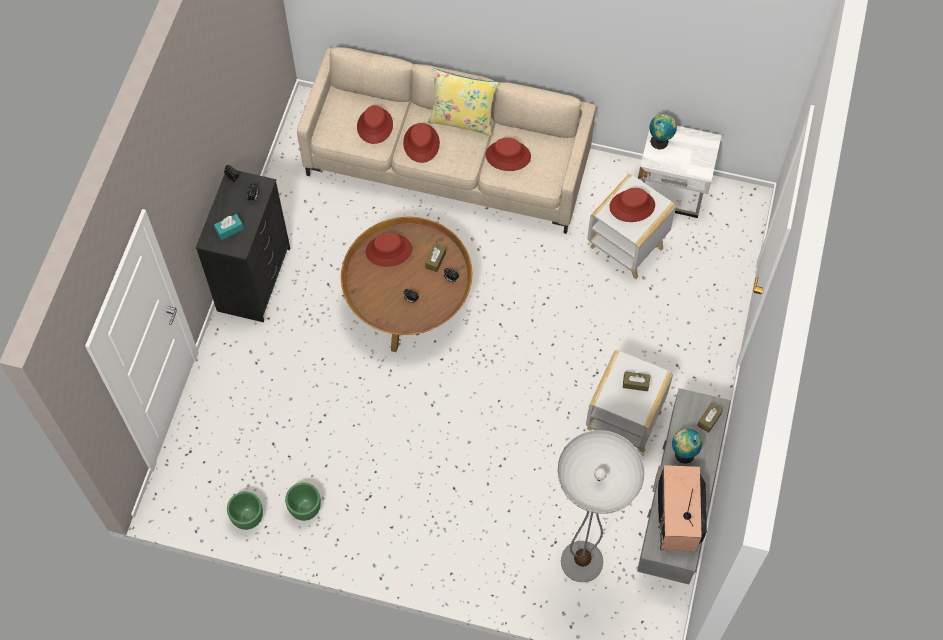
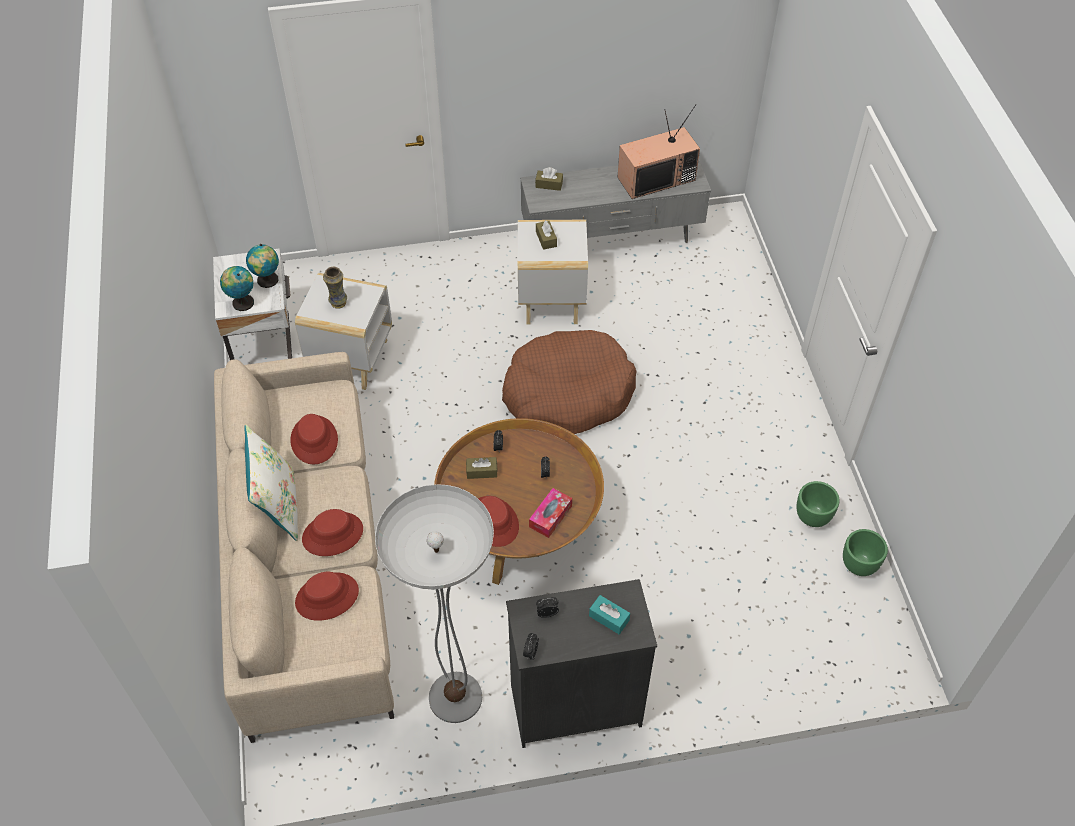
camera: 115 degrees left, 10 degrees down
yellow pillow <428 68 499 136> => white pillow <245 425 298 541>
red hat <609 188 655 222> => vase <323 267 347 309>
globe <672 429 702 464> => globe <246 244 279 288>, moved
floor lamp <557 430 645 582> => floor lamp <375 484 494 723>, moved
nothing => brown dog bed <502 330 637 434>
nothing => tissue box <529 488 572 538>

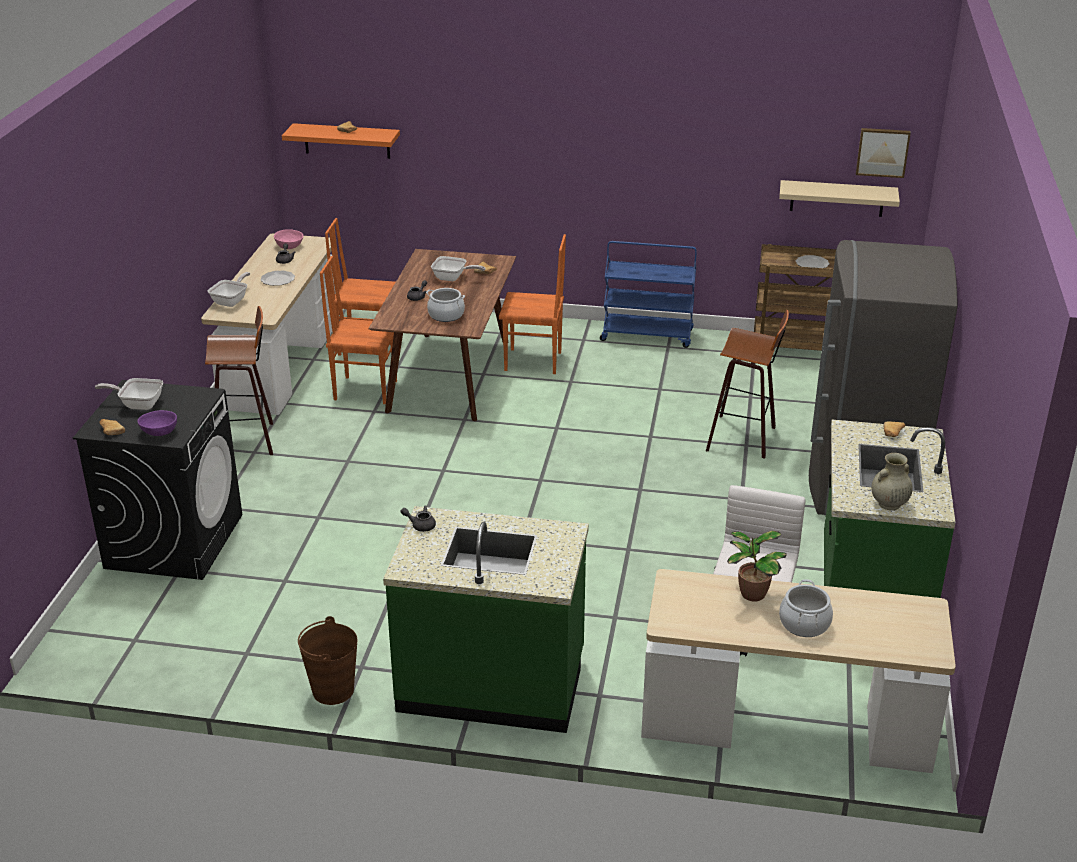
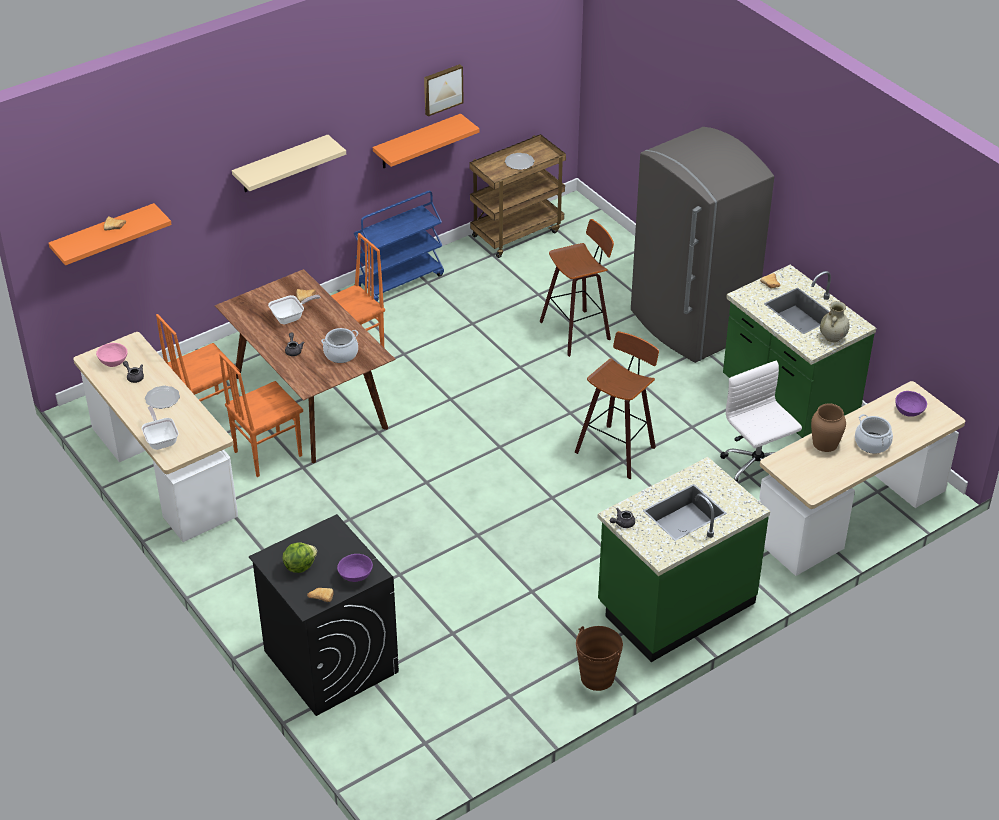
camera: 45 degrees left, 10 degrees up
picture <856 128 911 178> => picture <424 64 464 116>, moved
beige shelf <779 180 900 217> => beige shelf <232 134 346 192>, moved
stool <205 306 273 455> => stool <575 331 659 479>, moved
frying pan <95 378 163 410> => lettuce <283 542 317 573>
potted plant <727 531 787 601> => brown vase <811 403 846 452>
nothing => orange shelf <373 114 480 168>
nothing => purple bowl <895 391 927 417>

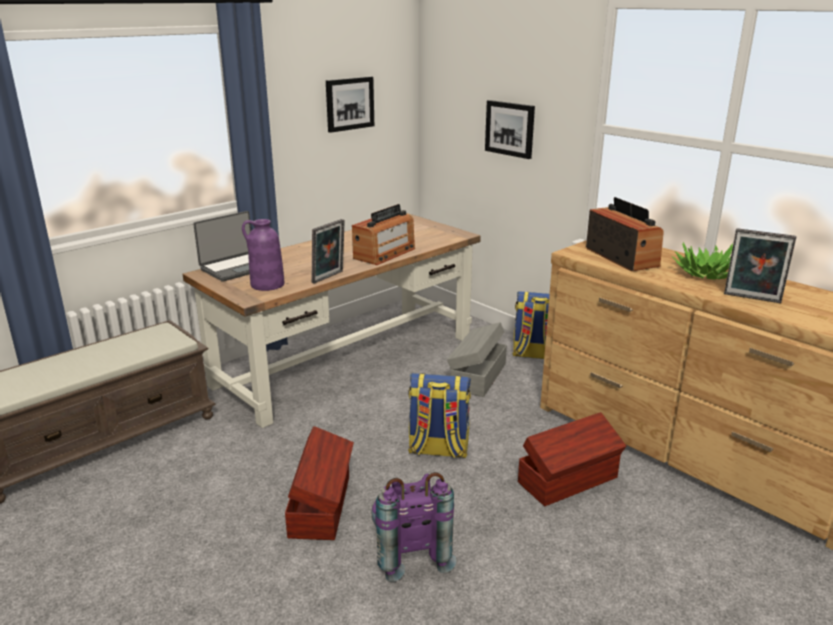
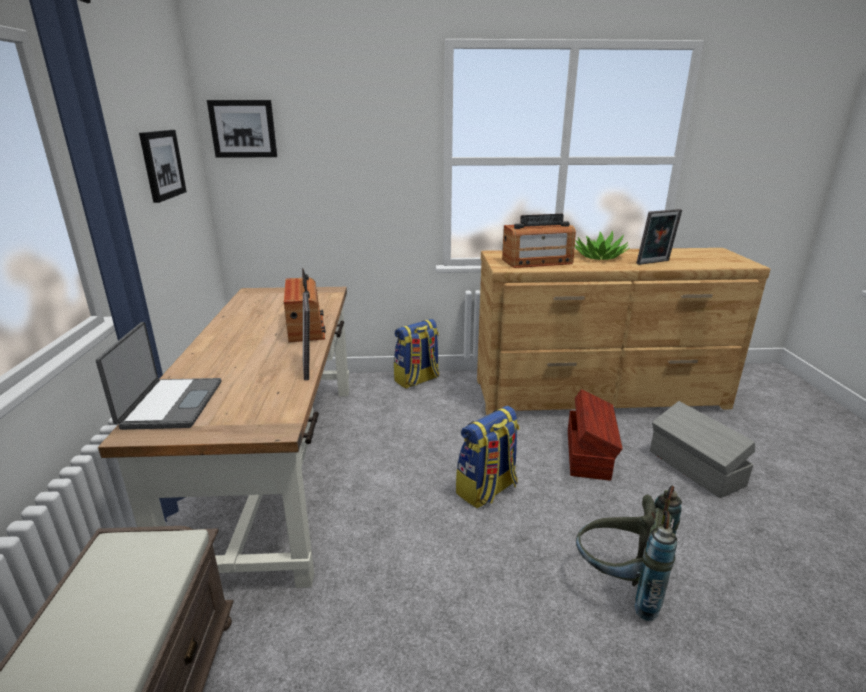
camera: 50 degrees left, 0 degrees up
picture <485 100 535 159> => picture <207 100 277 158>, moved
radio <586 197 664 272> => radio <502 214 576 268>, 150 degrees clockwise
purple vase <242 219 285 291> => nothing
grey storage box <447 322 507 397> => grey storage box <650 401 755 498>, moved
brown storage box <285 426 354 540> => nothing
purple backpack <371 472 457 582> => grey backpack <576 485 682 621>

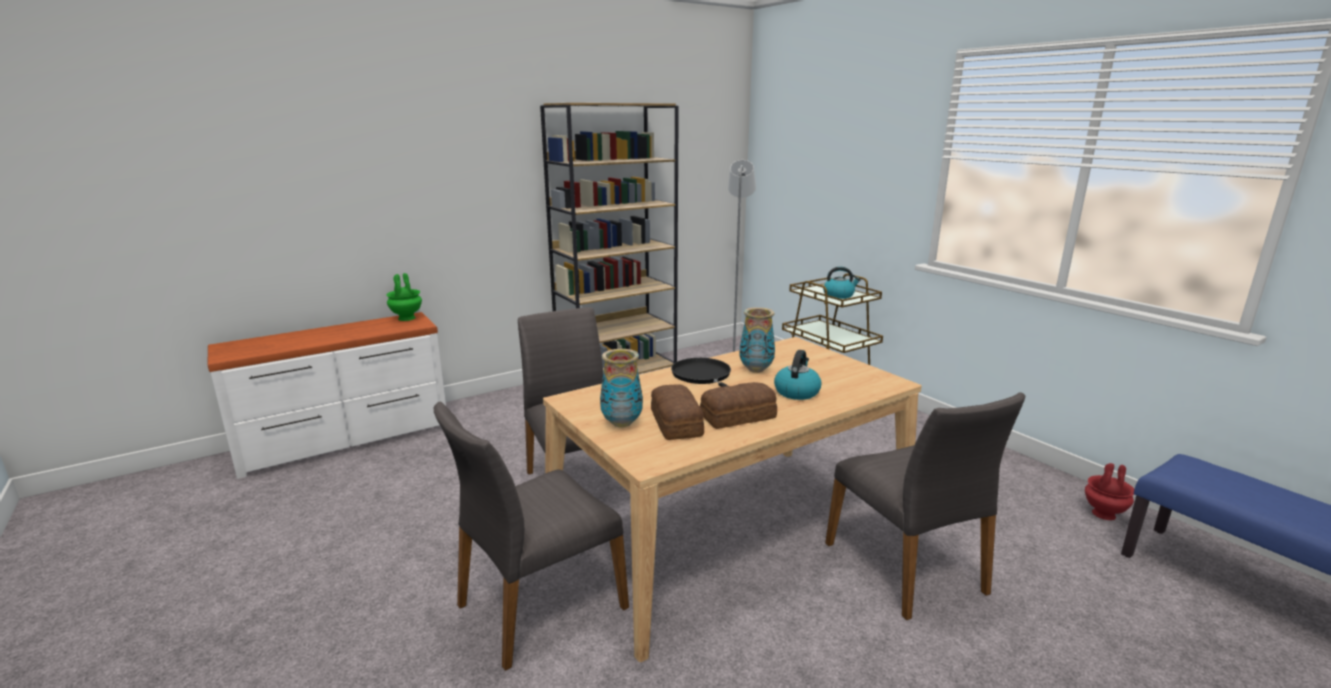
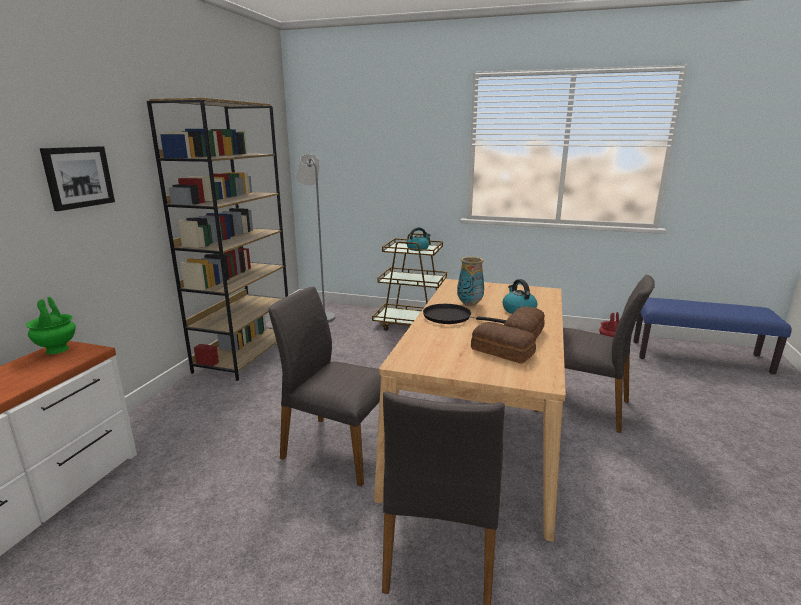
camera: 40 degrees left, 0 degrees up
vase <600 349 643 428> => nothing
nothing => picture <40 146 115 211>

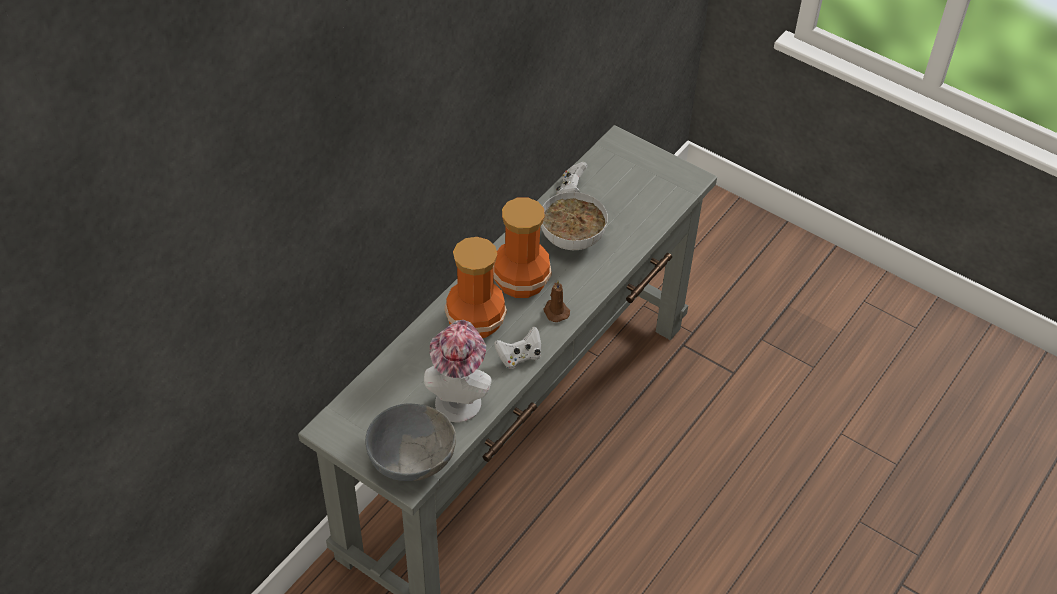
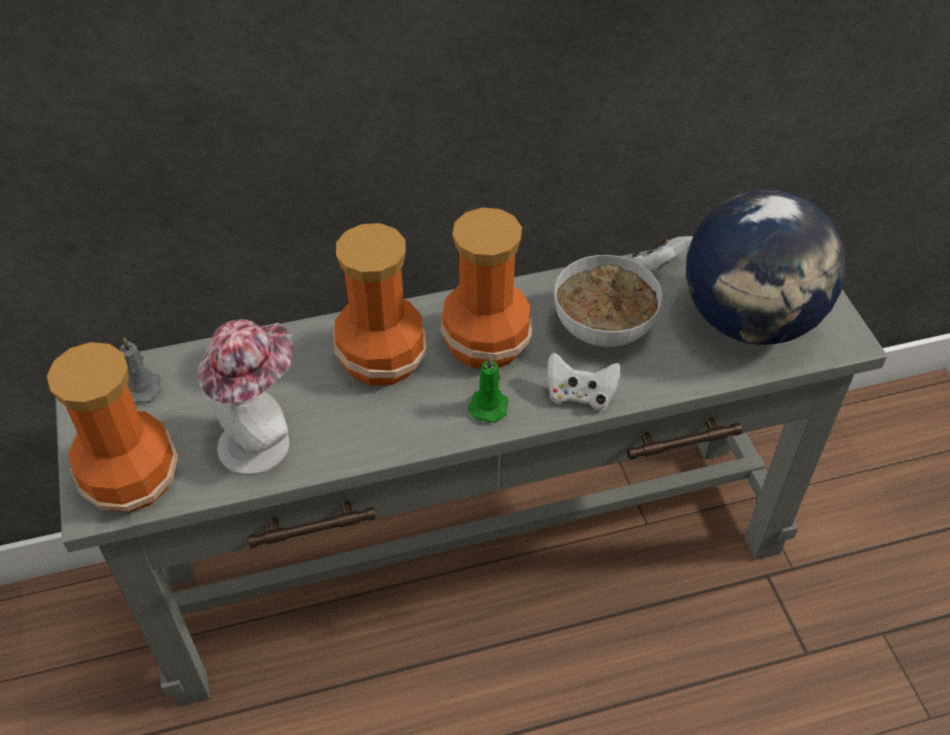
camera: 40 degrees right, 0 degrees up
brown candle <543 280 570 322> => green candle <468 355 508 422>
white game controller <494 326 541 369> => white game controller <547 352 621 410>, moved
grey bowl <365 403 456 481> => vase <47 342 178 512>
nothing => globe <686 189 846 345>
nothing => grey candle <120 337 161 403>

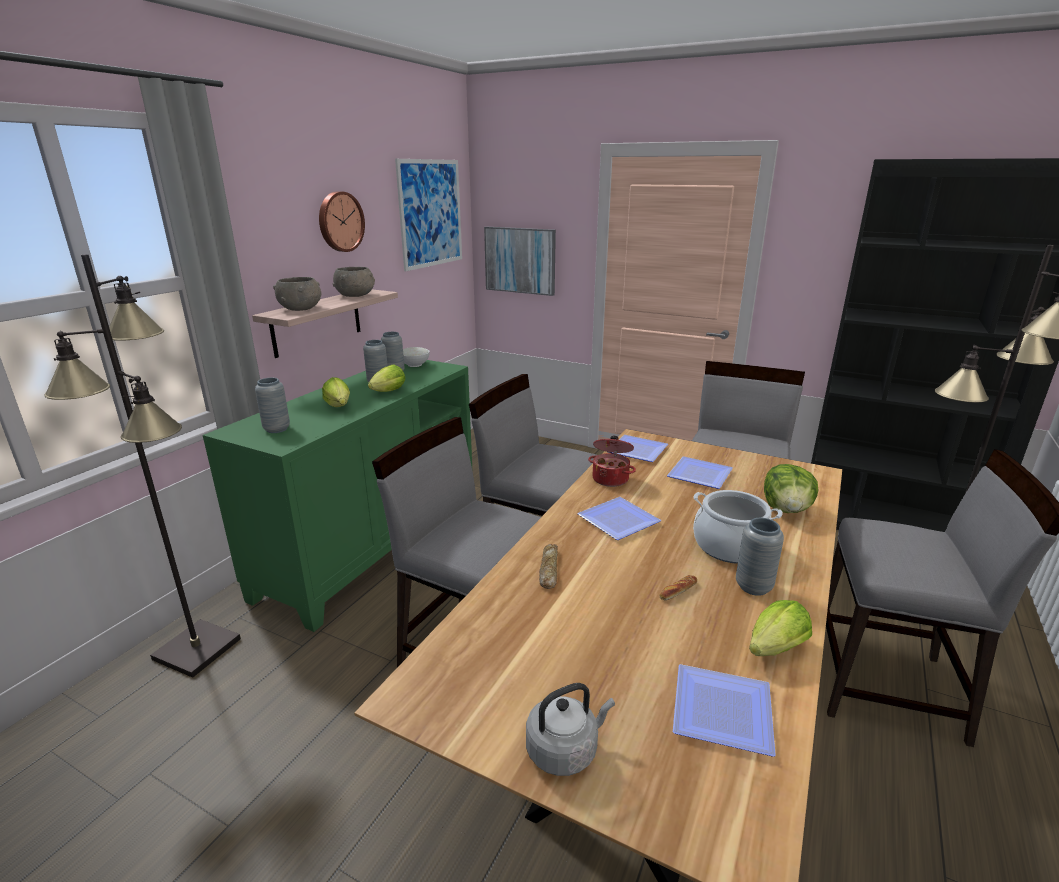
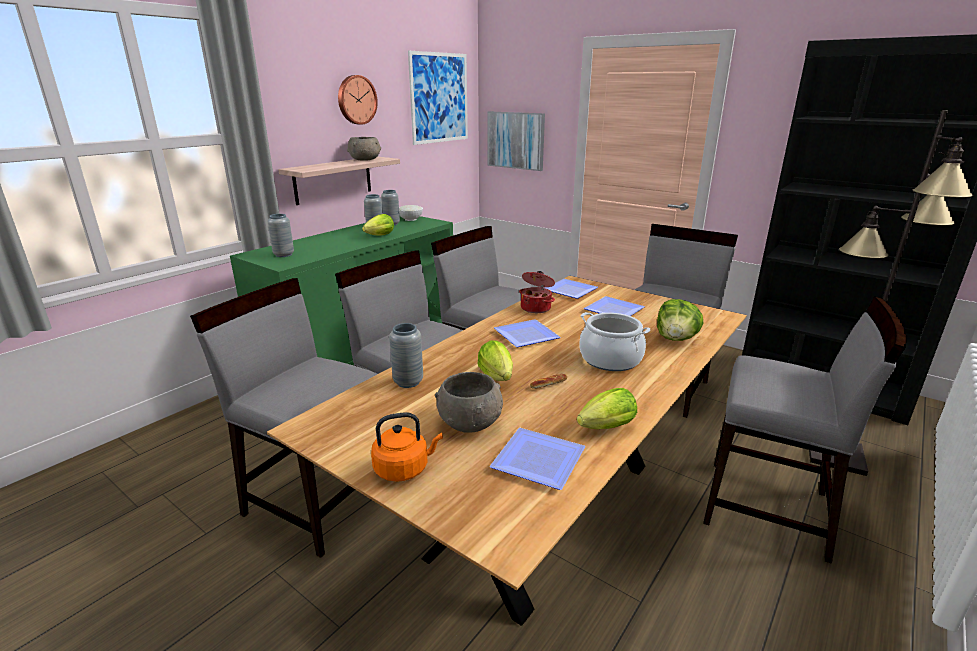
camera: 10 degrees right, 0 degrees up
black floor lamp <44 254 241 678> => nothing
grey bowl <273 277 321 311> => grey bowl <435 372 503 433>, moved
lettuce <322 377 350 407> => lettuce <477 340 513 381>, moved
grey vase <736 518 784 596> => grey vase <389 323 423 388>, moved
bread <539 544 558 589> => nothing
grey kettle <526 683 615 776> => orange kettle <371 412 443 482>
nothing => grey chair <190 278 377 558>

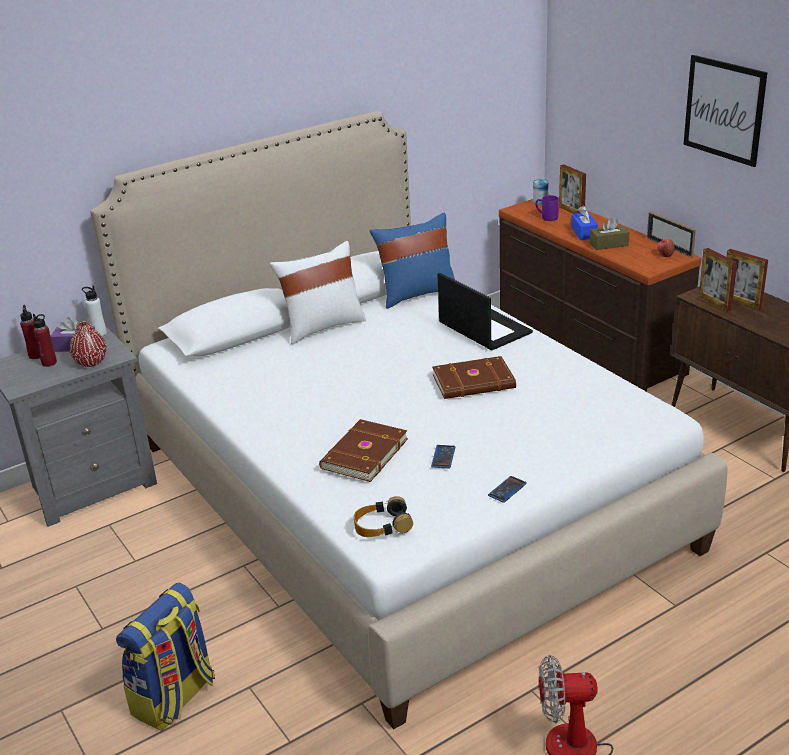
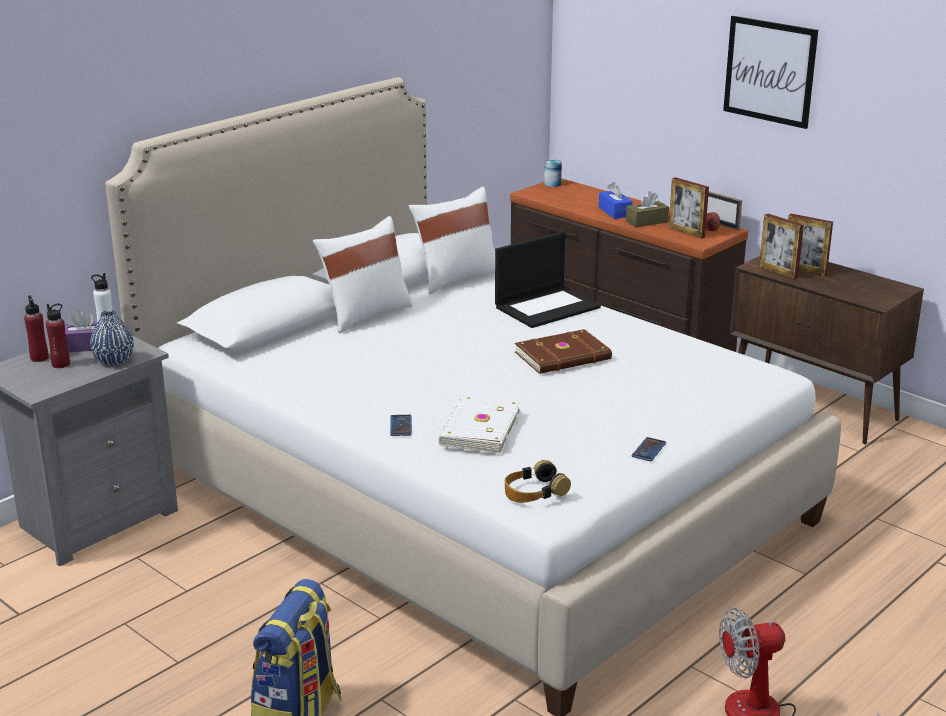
camera: 15 degrees left, 5 degrees down
picture frame <559 164 586 214> => picture frame <669 177 709 239>, moved
purple mug <536 195 559 221> => nothing
blue pillow <369 213 455 309> => white pillow <409 187 495 294>
laptop <437 273 533 350> => laptop <495 232 601 328>, 105 degrees clockwise
red vase <70 321 107 367> => blue vase <90 310 134 366>
brown book <319 419 408 482> => white book <438 395 521 453>
phone <431 445 455 469> => phone <390 415 412 436>, moved

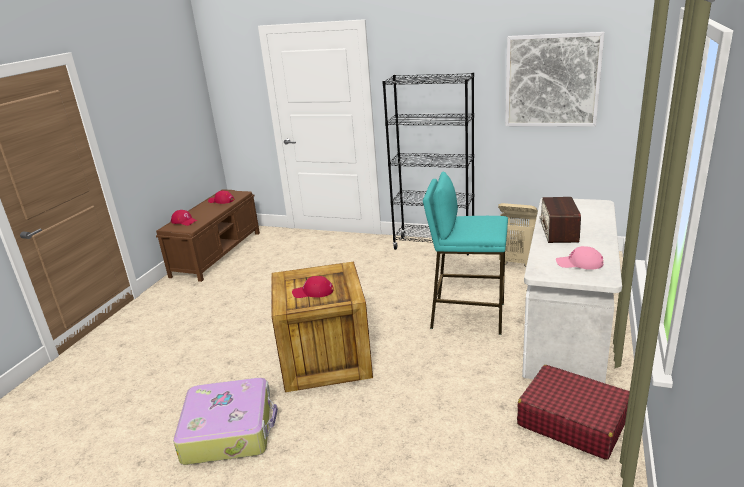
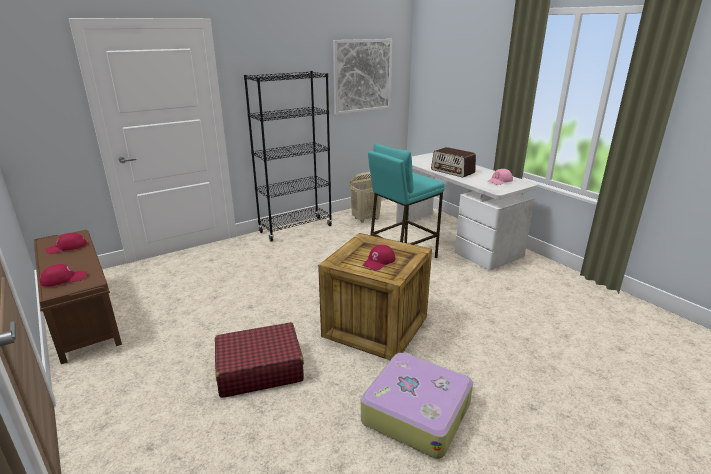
camera: 55 degrees left, 0 degrees up
red suitcase <517 365 630 460> => red suitcase <215 322 304 398>, moved

